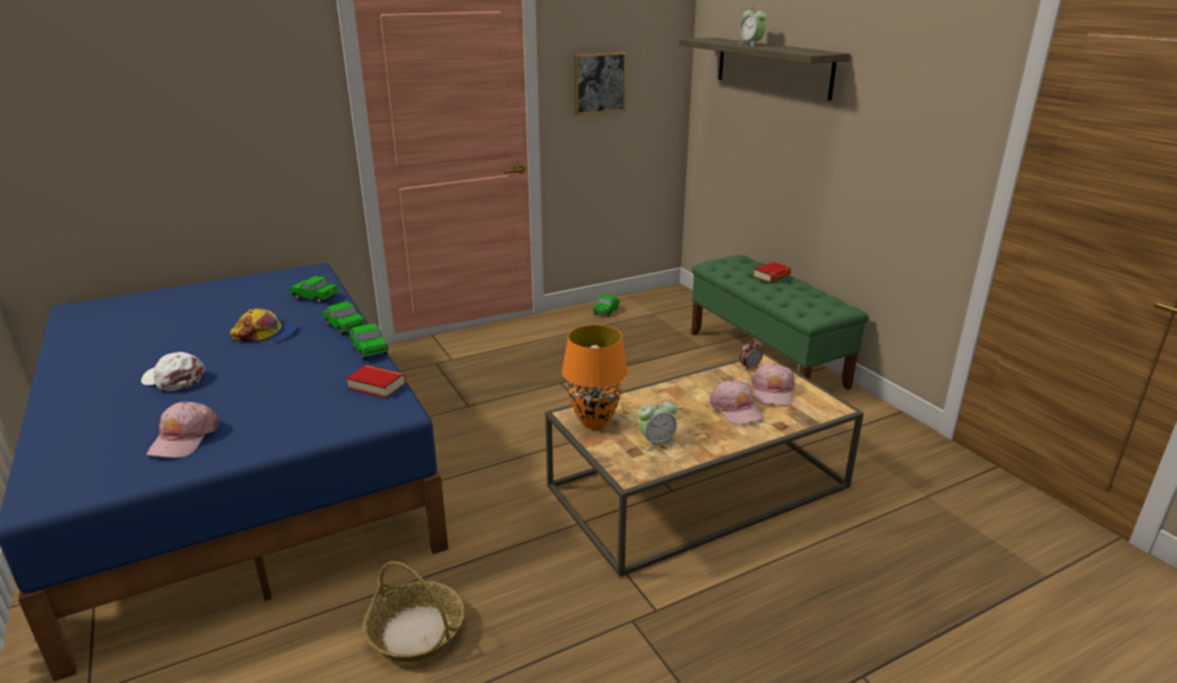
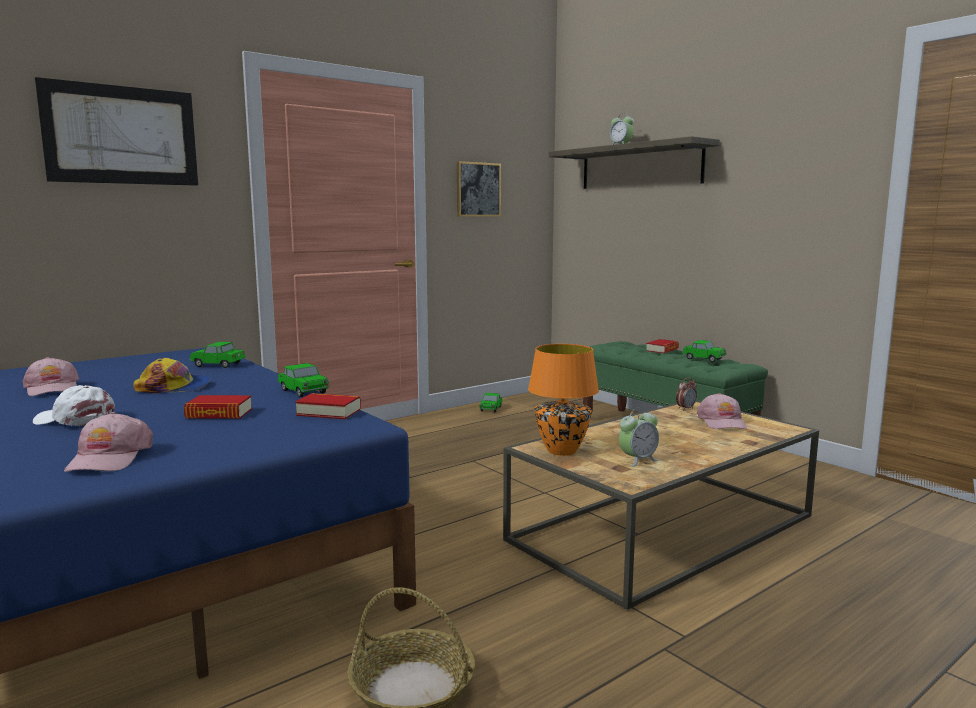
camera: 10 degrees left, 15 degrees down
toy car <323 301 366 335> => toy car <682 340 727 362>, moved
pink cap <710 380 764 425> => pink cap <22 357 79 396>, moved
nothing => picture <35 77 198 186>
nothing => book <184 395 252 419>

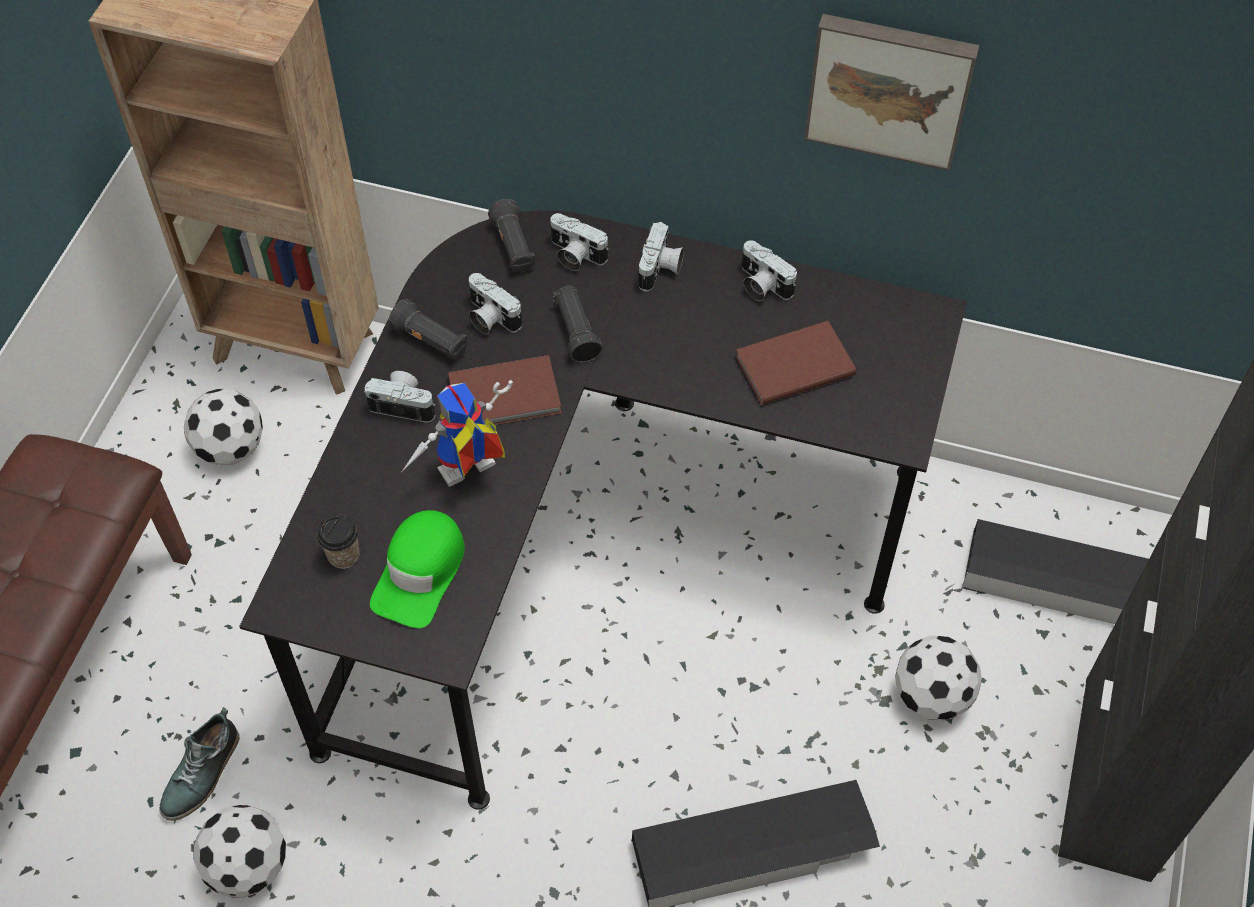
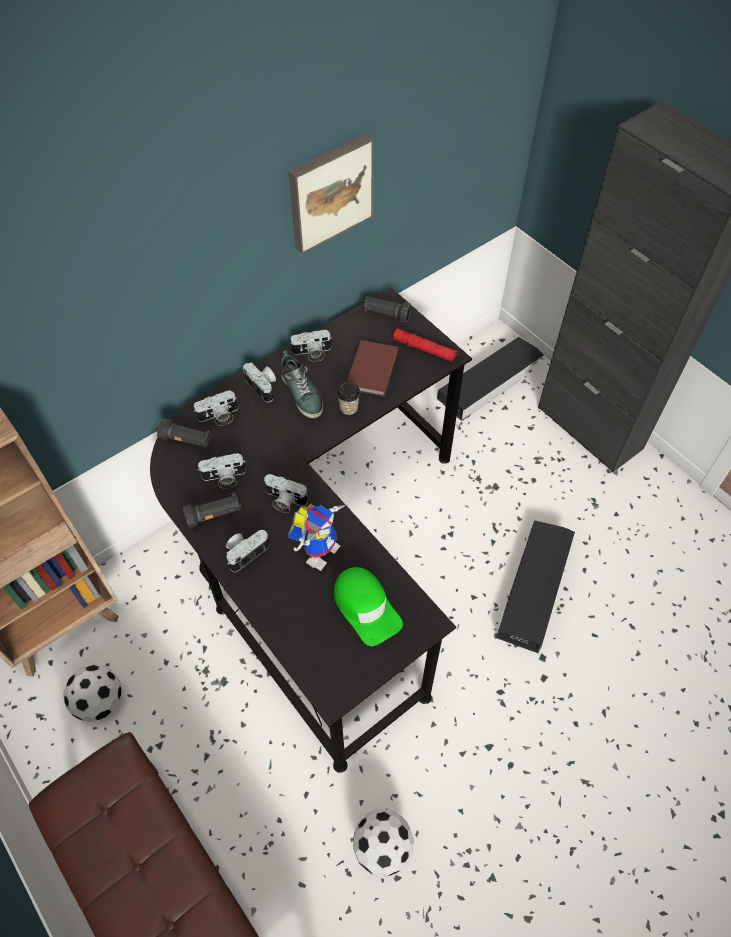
camera: 55 degrees left, 0 degrees up
black flashlight <553 286 603 363> => black flashlight <364 296 411 323>, moved
brown book <448 355 562 425> => photo camera <264 474 308 513>
toy robot <402 380 513 487> => toy robot <288 503 346 571>, 150 degrees counterclockwise
cup <317 514 360 569> => cup <337 382 360 415>, moved
football <895 636 982 720> => nothing
shoe <159 707 240 821> => shoe <281 350 323 419>, moved
nothing => red flashlight <393 328 458 362>

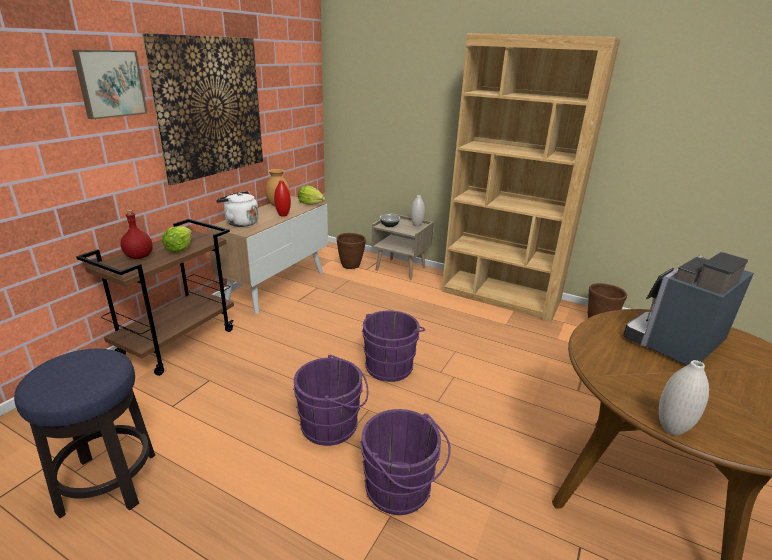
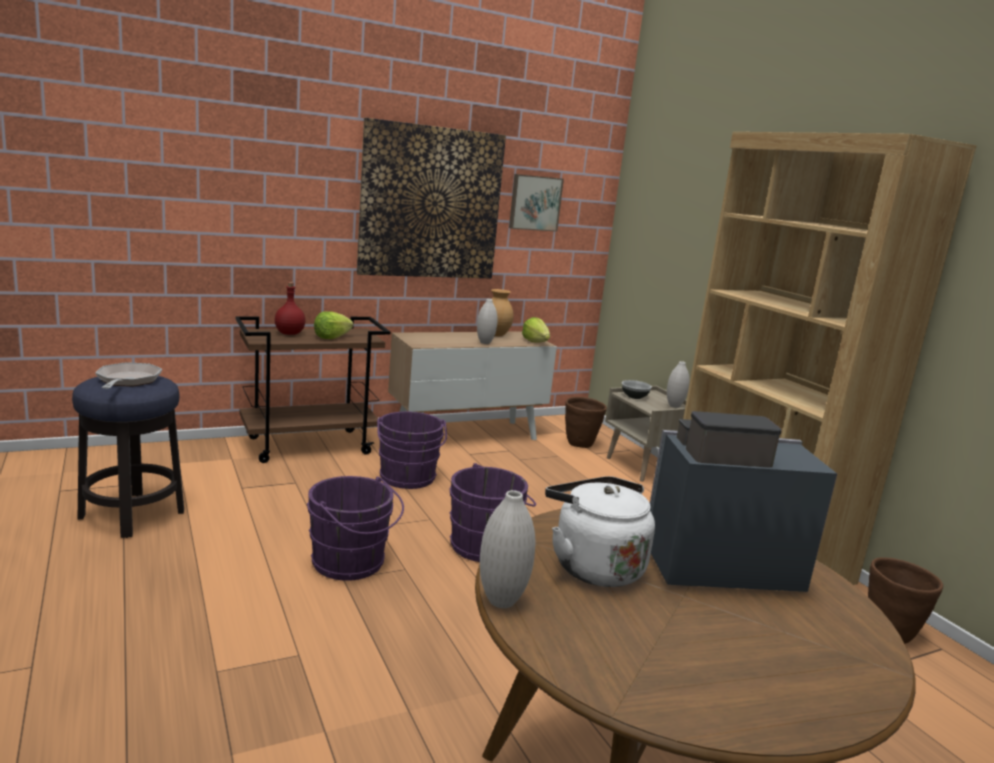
camera: 35 degrees right, 10 degrees down
picture <72 50 148 119> => picture <509 174 564 232>, moved
red vase <274 180 291 217> => white vase <477 299 498 344>
white kettle <216 191 259 227> => white kettle <545 476 655 587>, moved
purple bucket <360 409 451 515> => purple bucket <377 411 447 489>, moved
nothing => frying pan <95 362 162 389>

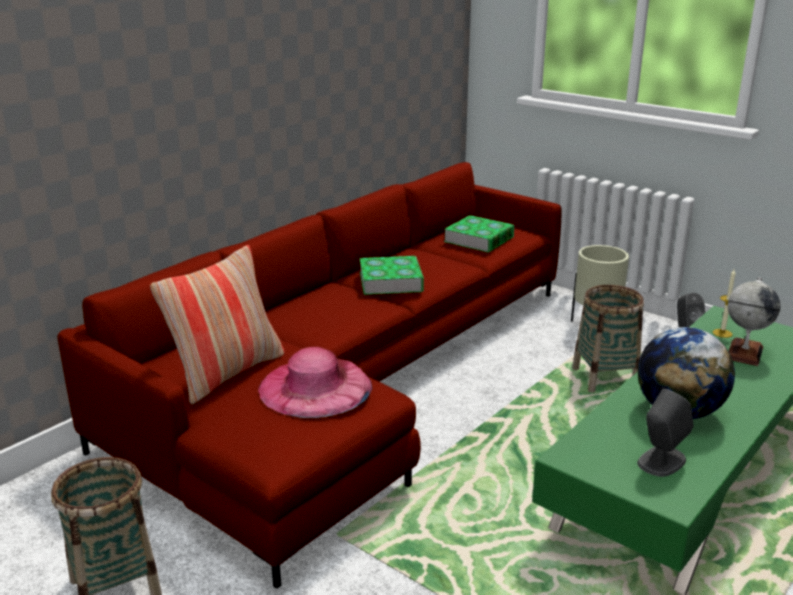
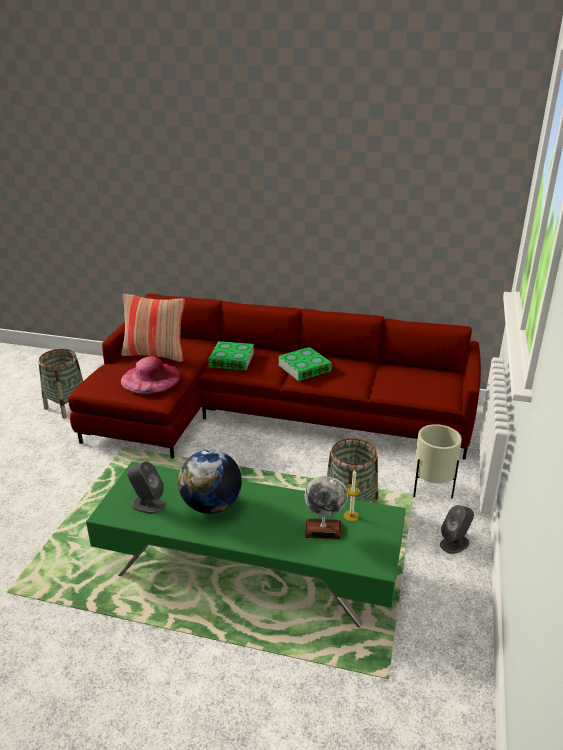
camera: 65 degrees right, 5 degrees up
book <444 215 514 253> => book <209 341 254 371>, moved

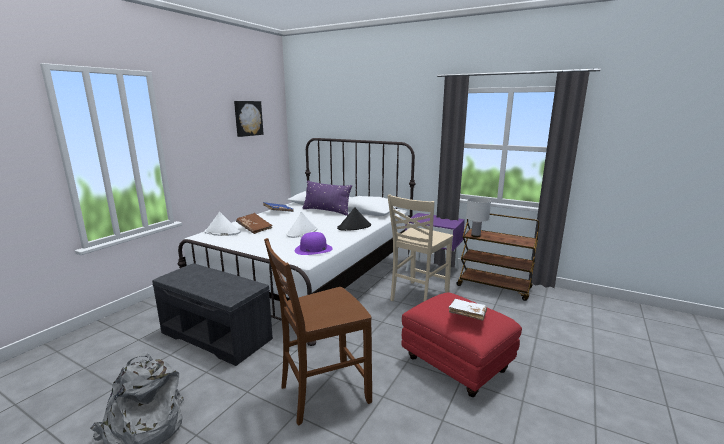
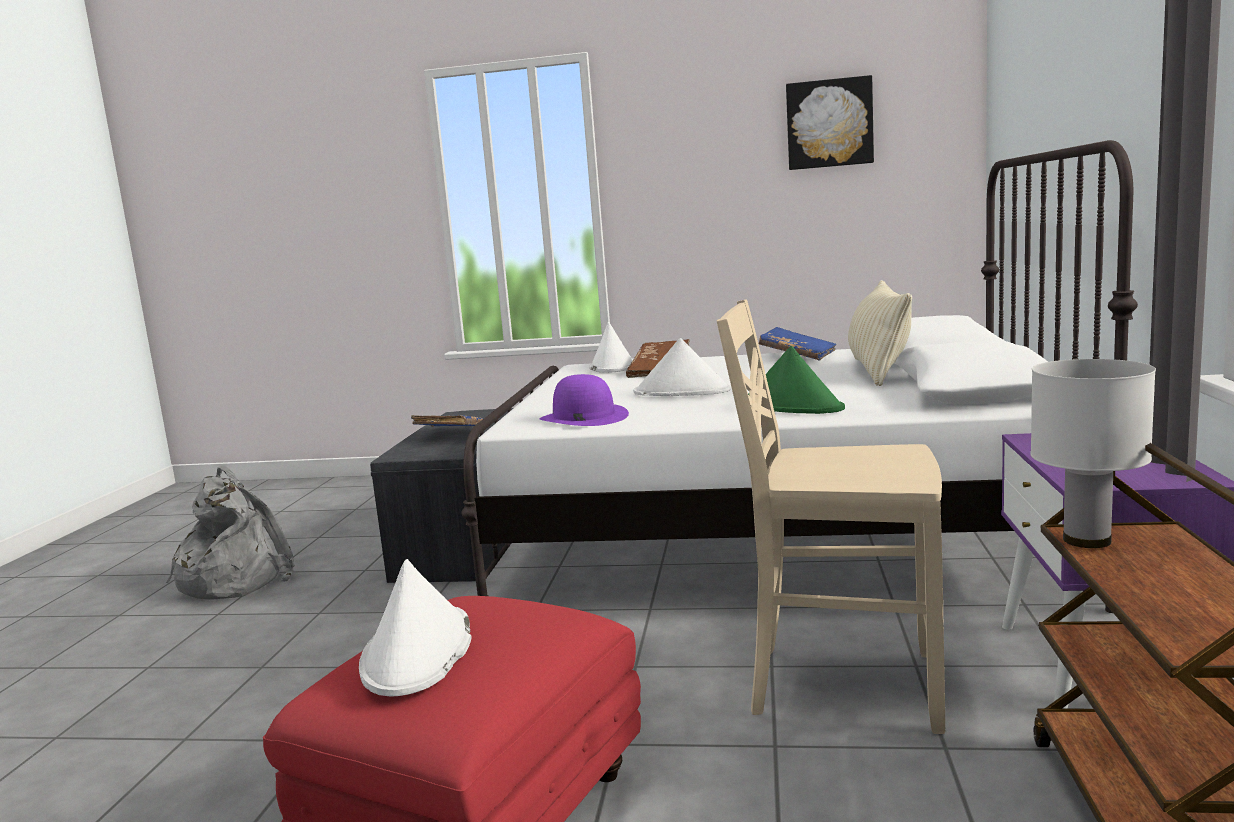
camera: 70 degrees right, 5 degrees down
purple pillow <303 180 352 216> => beige pillow <848 280 912 386>
black hat <337 207 371 231> => green hat <748 346 845 414>
brown chair <264 238 372 425> => nothing
white book <449 299 487 321> => white hat <359 559 472 696>
nothing => blue book <411 415 484 427>

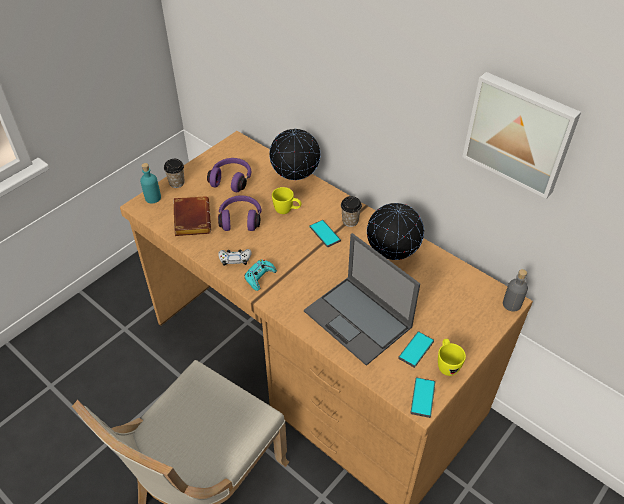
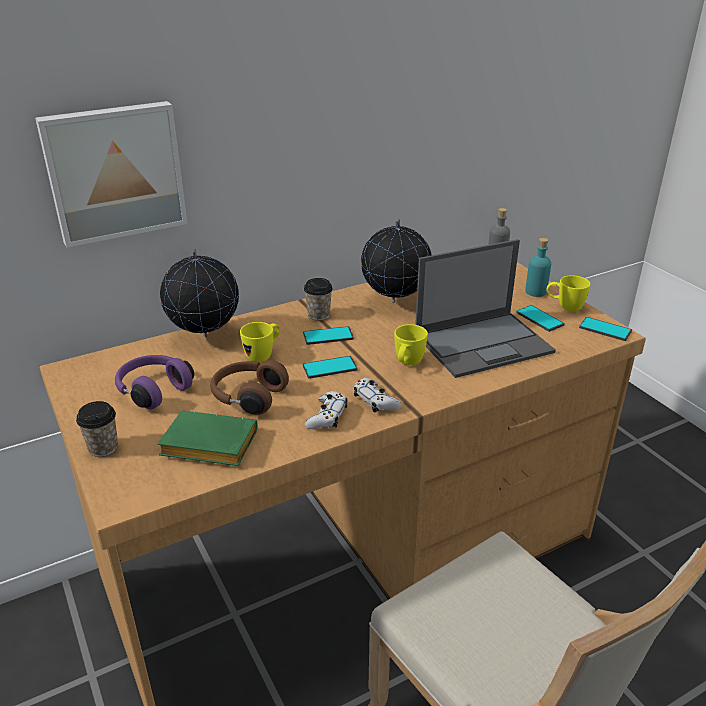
camera: 70 degrees left, 15 degrees down
picture <462 72 581 199> => picture <35 101 188 247>, moved
turquoise bottle <140 163 161 203> => turquoise bottle <525 238 551 297>, moved
purple headphones <218 195 262 231> => brown headphones <210 360 289 415>
brown book <174 196 211 236> => green book <157 410 258 466>
turquoise game controller <244 260 277 291> => white game controller <354 378 402 413>
nothing => yellow mug <394 324 428 365>
nothing => phone <303 356 358 379>

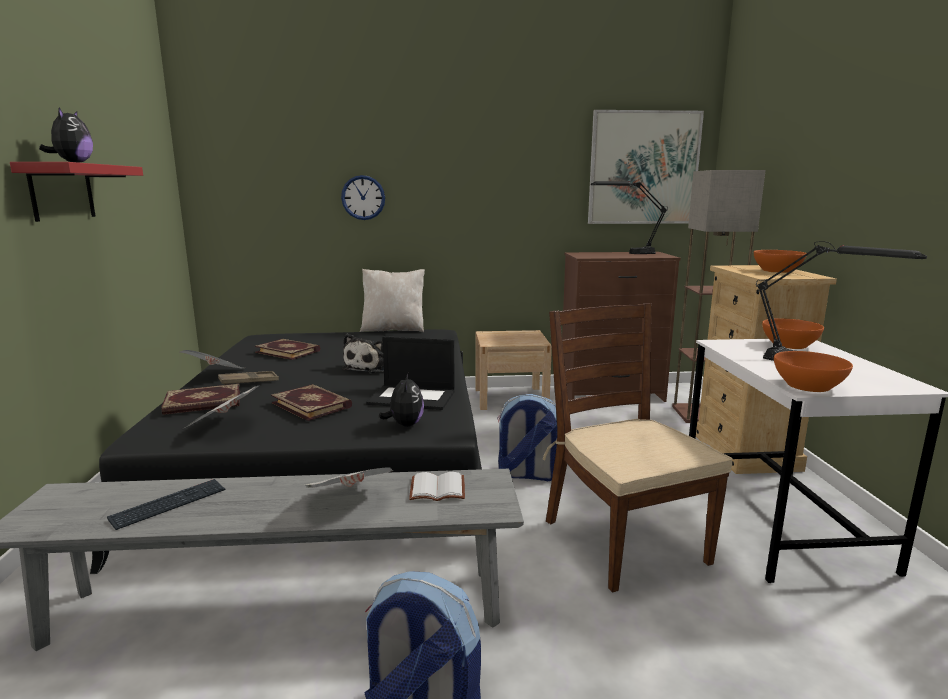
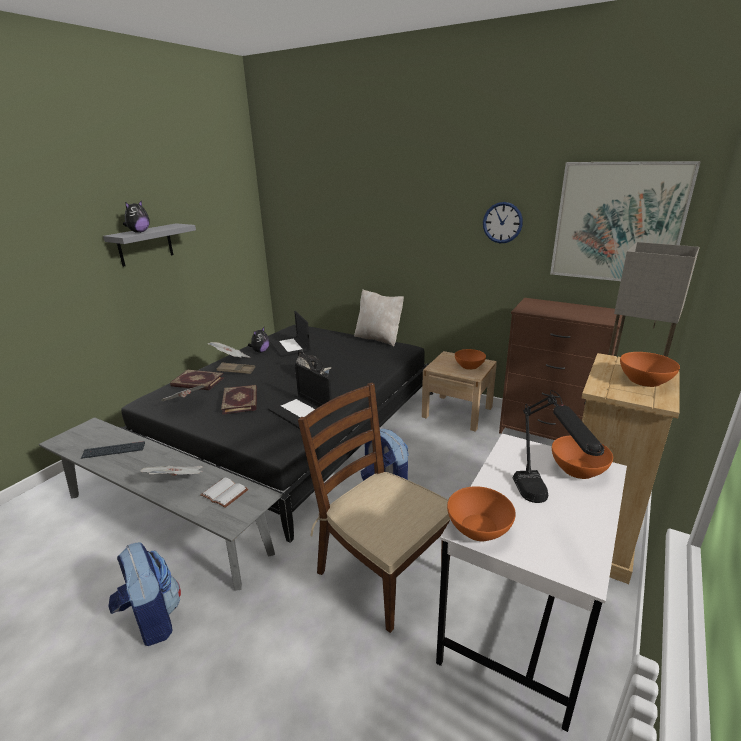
camera: 35 degrees right, 10 degrees up
red shelf <10 162 143 222> => grey shelf <103 223 196 267>
wall clock <341 175 385 220> => wall clock <483 202 523 243>, moved
black table lamp <591 180 668 254> => nothing
brown chair <543 303 733 592> => brown chair <298 383 451 633>, 60 degrees counterclockwise
book <255 339 320 360> => laptop <270 311 310 357>
plush toy <379 373 424 427> => plush toy <248 327 270 353>, moved
nothing => orange bowl <455 349 486 370>

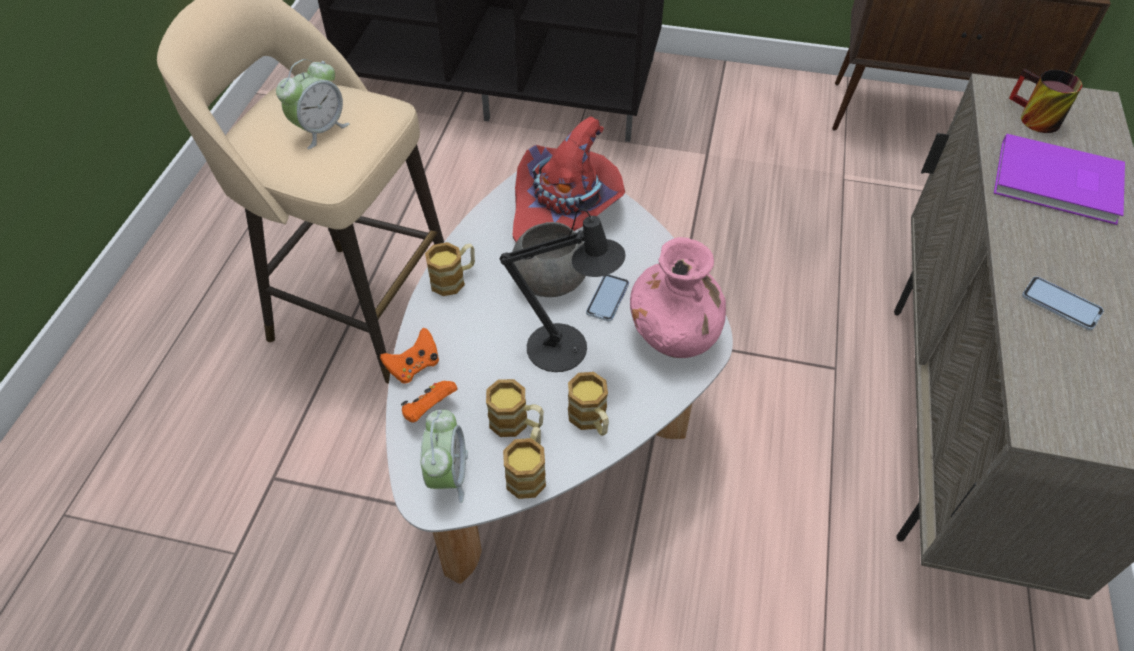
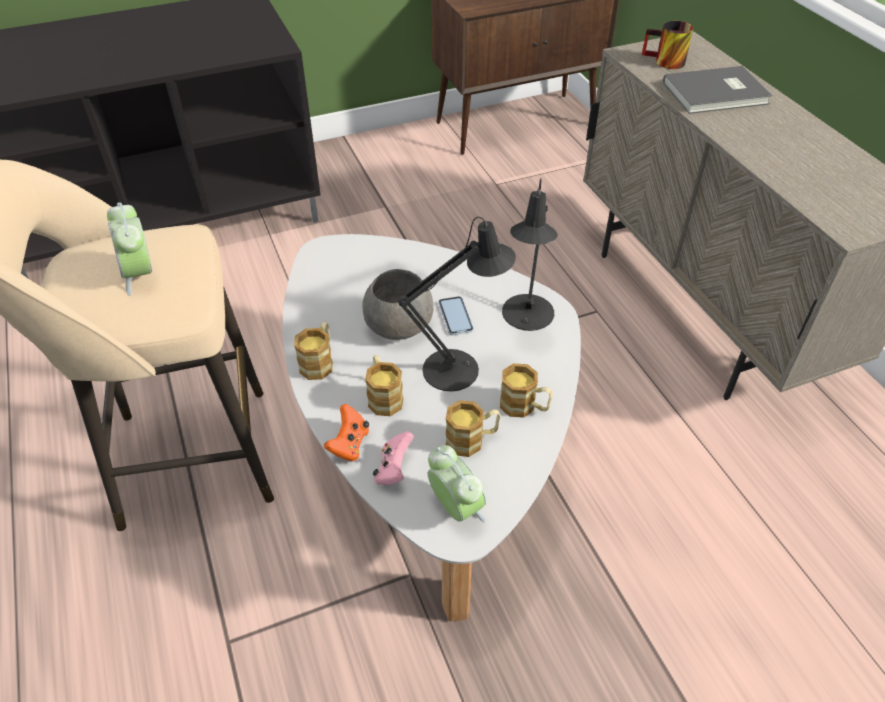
camera: 35 degrees left, 5 degrees down
alarm clock <276 59 350 149> => alarm clock <107 203 152 296>, 150 degrees clockwise
red hat <513 117 625 242> => nothing
purple book <994 134 1125 225> => grey book <663 66 773 114>
pink vase <630 237 726 358> => black table lamp <502 178 557 331>
phone <1022 276 1104 330> => nothing
orange game controller <401 381 458 423> => pink game controller <373 431 414 485>
mug <503 427 546 499> => mug <365 355 404 416>, moved

